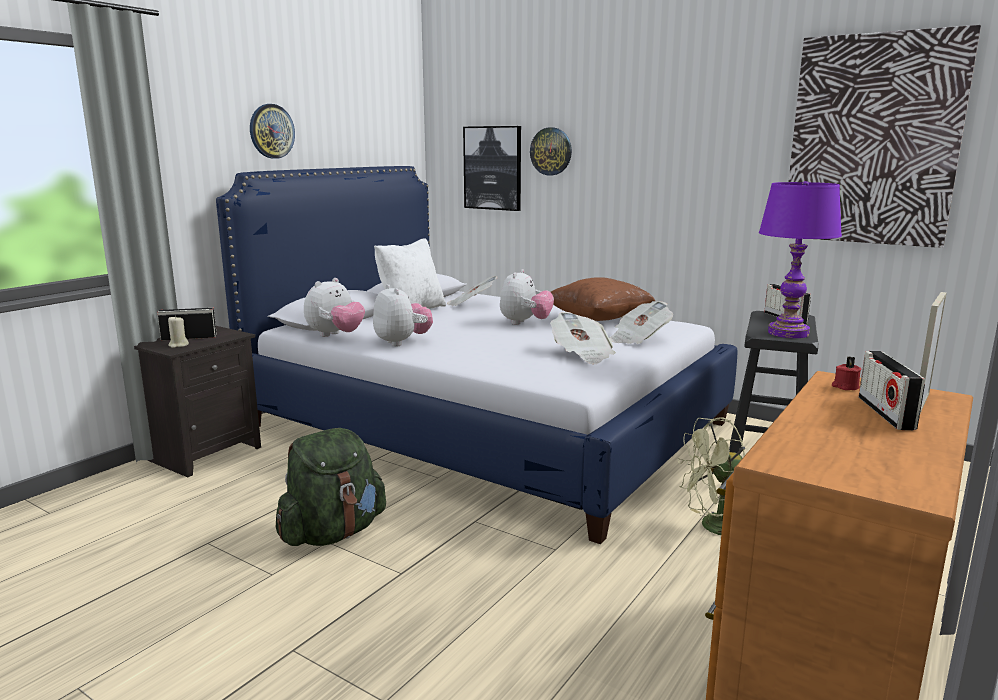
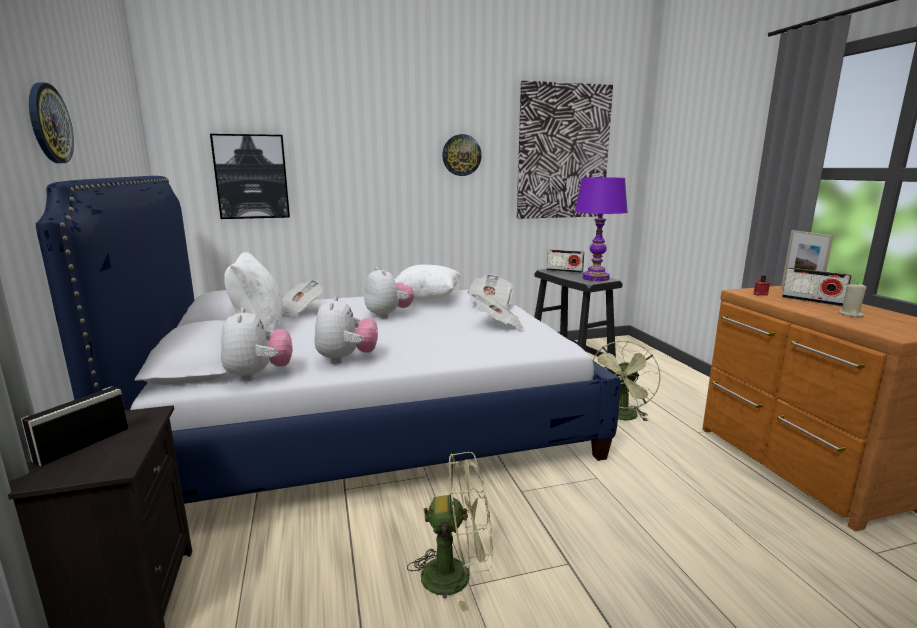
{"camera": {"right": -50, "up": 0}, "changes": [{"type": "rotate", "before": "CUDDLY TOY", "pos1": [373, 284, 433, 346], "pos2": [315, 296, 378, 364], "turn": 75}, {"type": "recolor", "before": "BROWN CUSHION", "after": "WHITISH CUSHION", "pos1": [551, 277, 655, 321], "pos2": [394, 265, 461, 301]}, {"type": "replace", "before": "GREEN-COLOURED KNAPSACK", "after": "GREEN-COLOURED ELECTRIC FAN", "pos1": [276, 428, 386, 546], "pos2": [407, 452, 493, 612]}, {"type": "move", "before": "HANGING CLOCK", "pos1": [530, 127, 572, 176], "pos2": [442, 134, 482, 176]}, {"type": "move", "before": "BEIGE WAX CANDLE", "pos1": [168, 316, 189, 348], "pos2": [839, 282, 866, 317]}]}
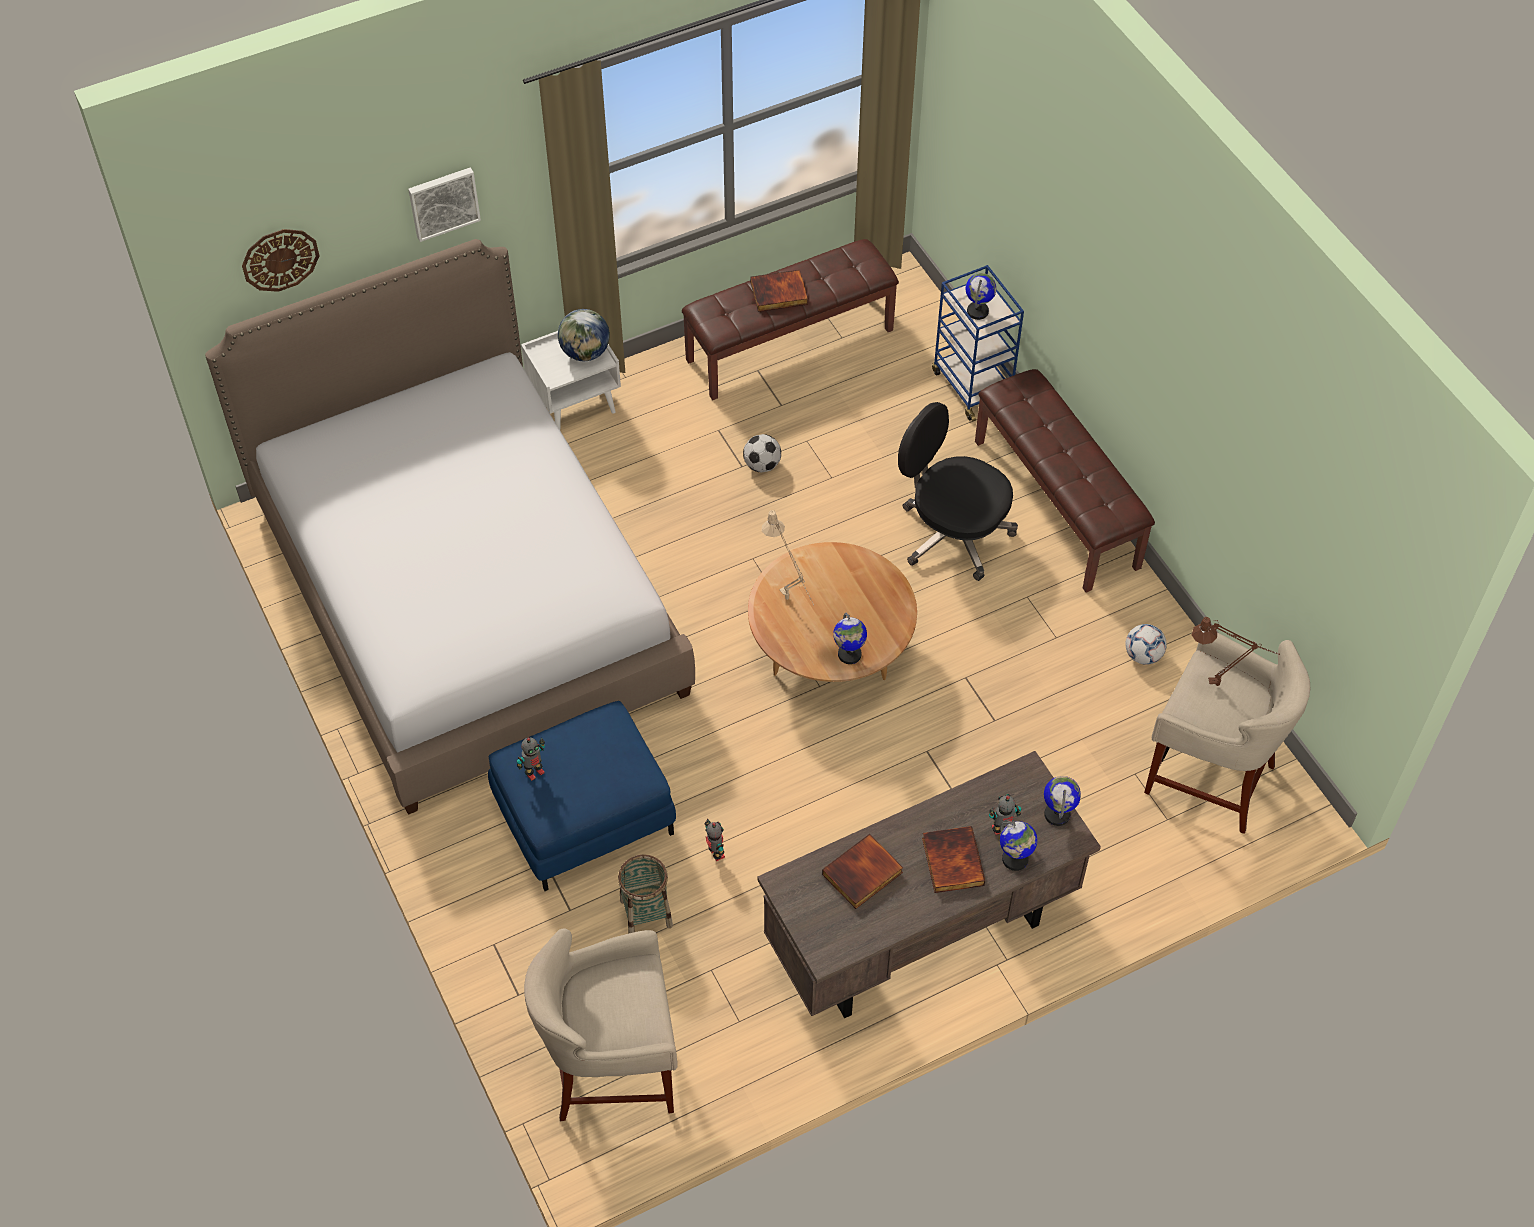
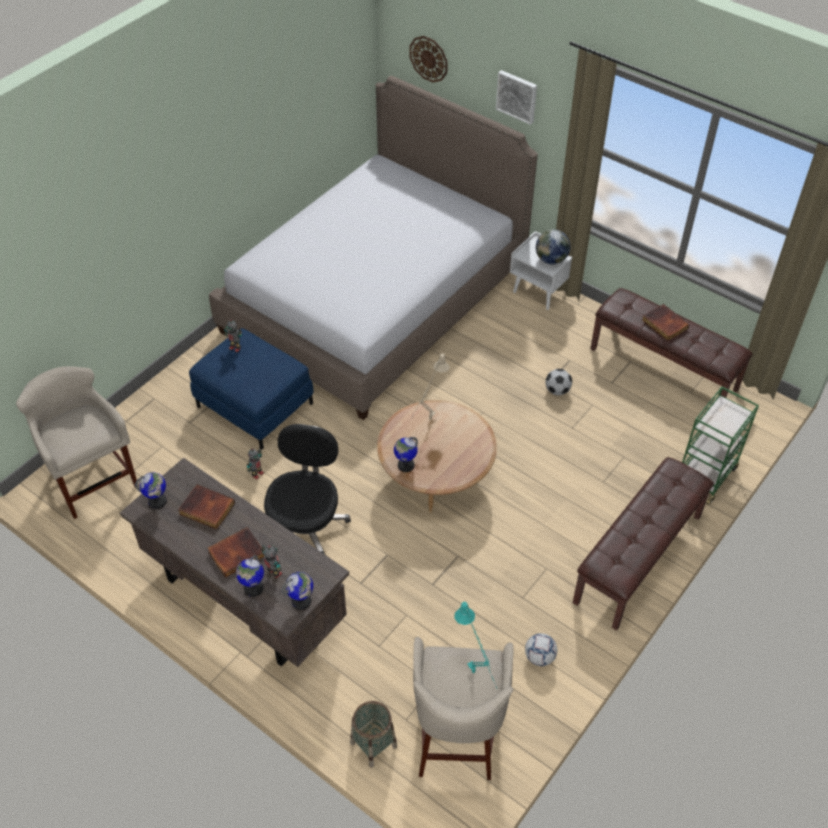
{"camera": {"right": 65, "up": -5}, "changes": [{"type": "move", "before": "GLOBE", "pos1": [966, 273, 997, 320], "pos2": [135, 472, 167, 509]}, {"type": "move", "before": "BLACK-COLOURED OFFICE CHAIR", "pos1": [898, 402, 1018, 581], "pos2": [264, 424, 351, 554]}, {"type": "move", "before": "HOUSEHOLD BASKET", "pos1": [618, 855, 673, 934], "pos2": [350, 701, 397, 768]}, {"type": "recolor", "before": "BROWN TABLETOP LAMP", "after": "TURQUOISE TABLETOP LAMP", "pos1": [1192, 617, 1280, 686], "pos2": [454, 602, 498, 689]}, {"type": "recolor", "before": "BLUISH WHEELED CART", "after": "GREEN-COLOURED WHEELED CART", "pos1": [932, 265, 1024, 422], "pos2": [682, 386, 759, 505]}]}
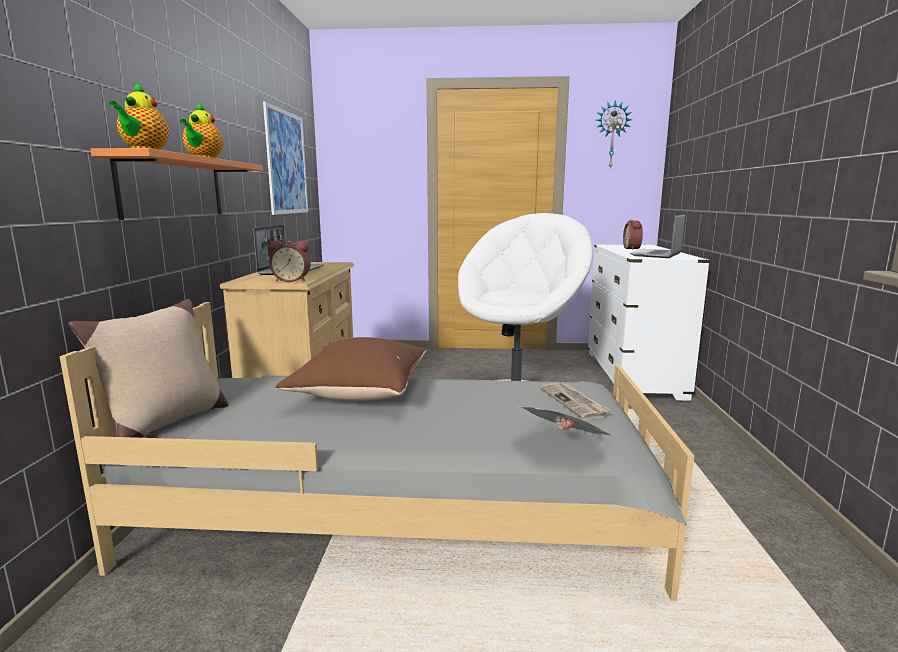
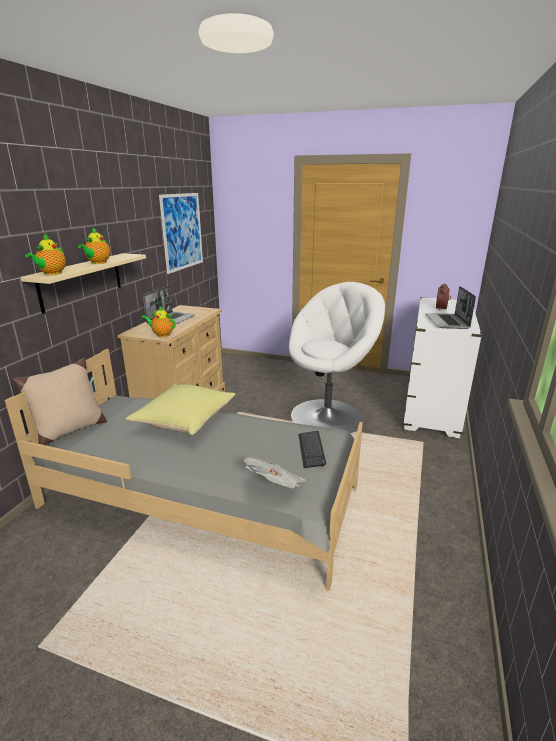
{"camera": {"right": 15, "up": 10}, "changes": [{"type": "recolor", "before": "ORANGEY BRACKET SHELF", "after": "BEIGE BRACKET SHELF", "pos1": [90, 148, 263, 220], "pos2": [21, 253, 146, 313]}, {"type": "recolor", "before": "BROWN CUSHION", "after": "YELLOWISH CUSHION", "pos1": [276, 337, 427, 401], "pos2": [126, 384, 235, 435]}, {"type": "replace", "before": "ALARM CLOCK", "after": "POT FOR TEA", "pos1": [269, 241, 311, 282], "pos2": [141, 305, 176, 337]}, {"type": "replace", "before": "NEWSPAPER", "after": "COMPUTER KEYBOARD", "pos1": [540, 383, 610, 420], "pos2": [298, 431, 326, 468]}, {"type": "rotate", "before": "NOTEBOOK COMPUTER", "pos1": [630, 214, 685, 258], "pos2": [426, 286, 476, 329], "turn": -45}, {"type": "delete", "before": "HANGING CLOCK", "pos1": [597, 100, 632, 170]}]}
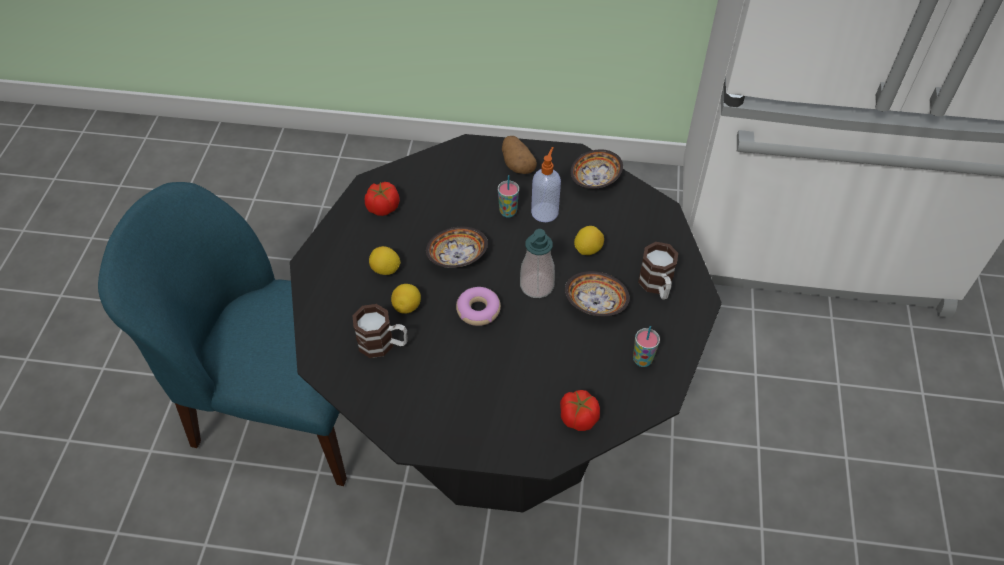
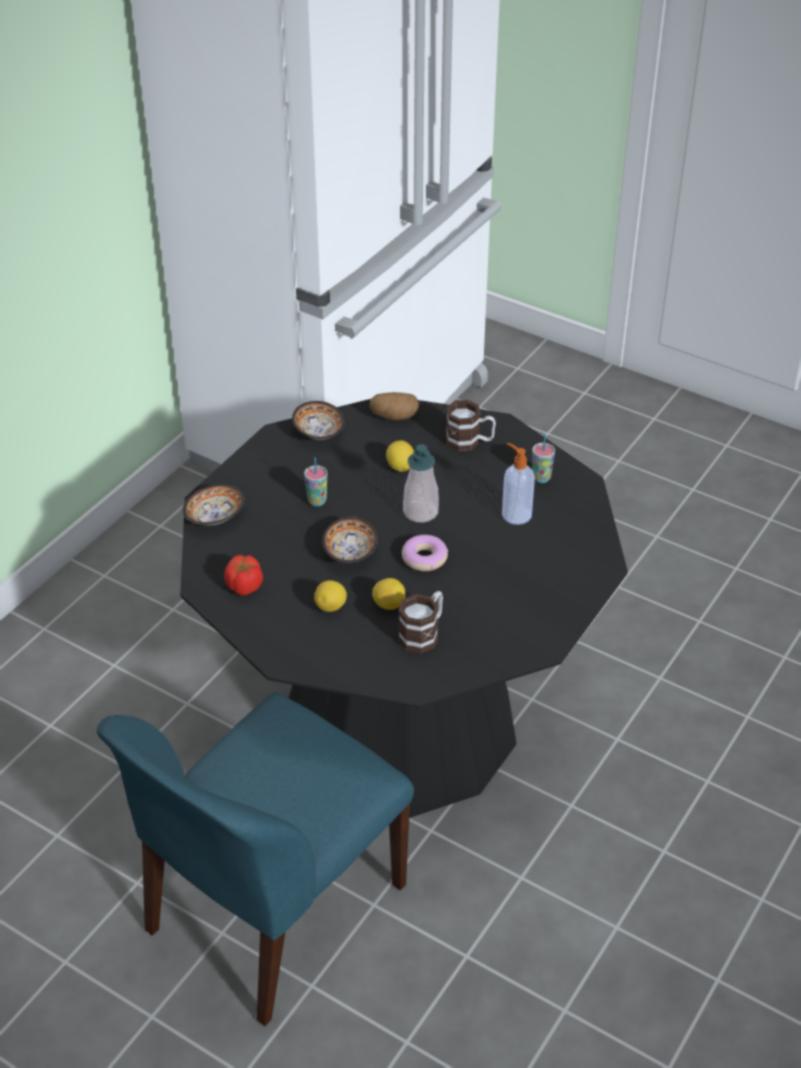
{"camera": {"right": -65, "up": -10}, "changes": [{"type": "move", "before": "BOWL", "pos1": [565, 271, 630, 316], "pos2": [183, 484, 245, 525]}, {"type": "move", "before": "WHOLE POTATO", "pos1": [502, 136, 537, 174], "pos2": [370, 392, 419, 420]}, {"type": "move", "before": "LIQUID SOAP BOTTLE", "pos1": [531, 147, 561, 222], "pos2": [502, 443, 535, 525]}, {"type": "delete", "before": "TOMATO", "pos1": [560, 390, 600, 431]}]}
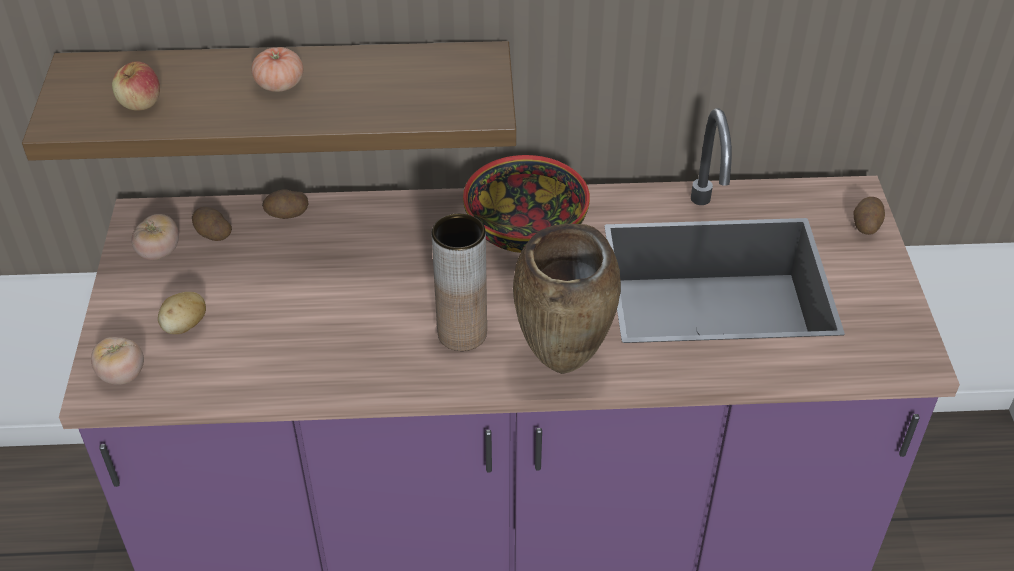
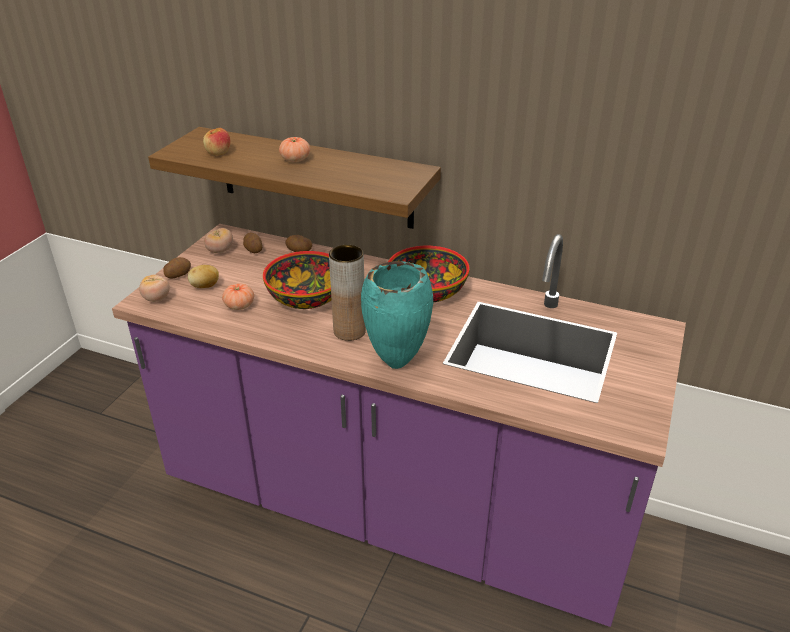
{"camera": {"right": 25, "up": -10}, "changes": [{"type": "move", "before": "WHOLE POTATO", "pos1": [853, 197, 885, 235], "pos2": [163, 257, 191, 279]}, {"type": "insert", "after": "TOMATO", "pos2": [222, 283, 254, 310]}, {"type": "insert", "after": "BOWL", "pos2": [263, 251, 331, 309]}, {"type": "recolor", "before": "BROWN VASE", "after": "TURQUOISE VASE", "pos1": [513, 224, 621, 374], "pos2": [361, 261, 433, 369]}]}
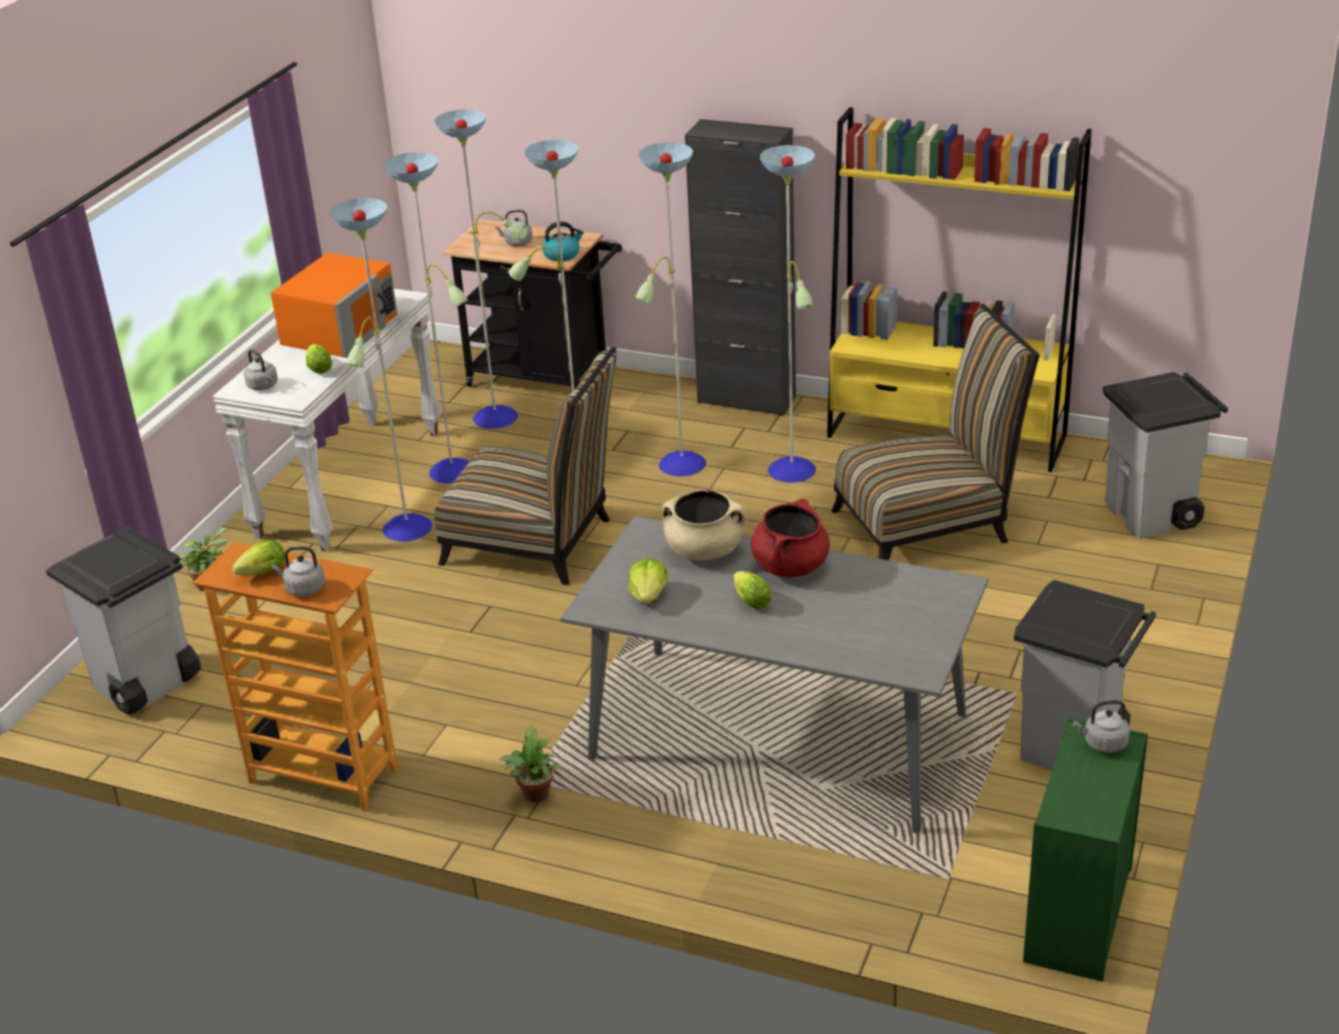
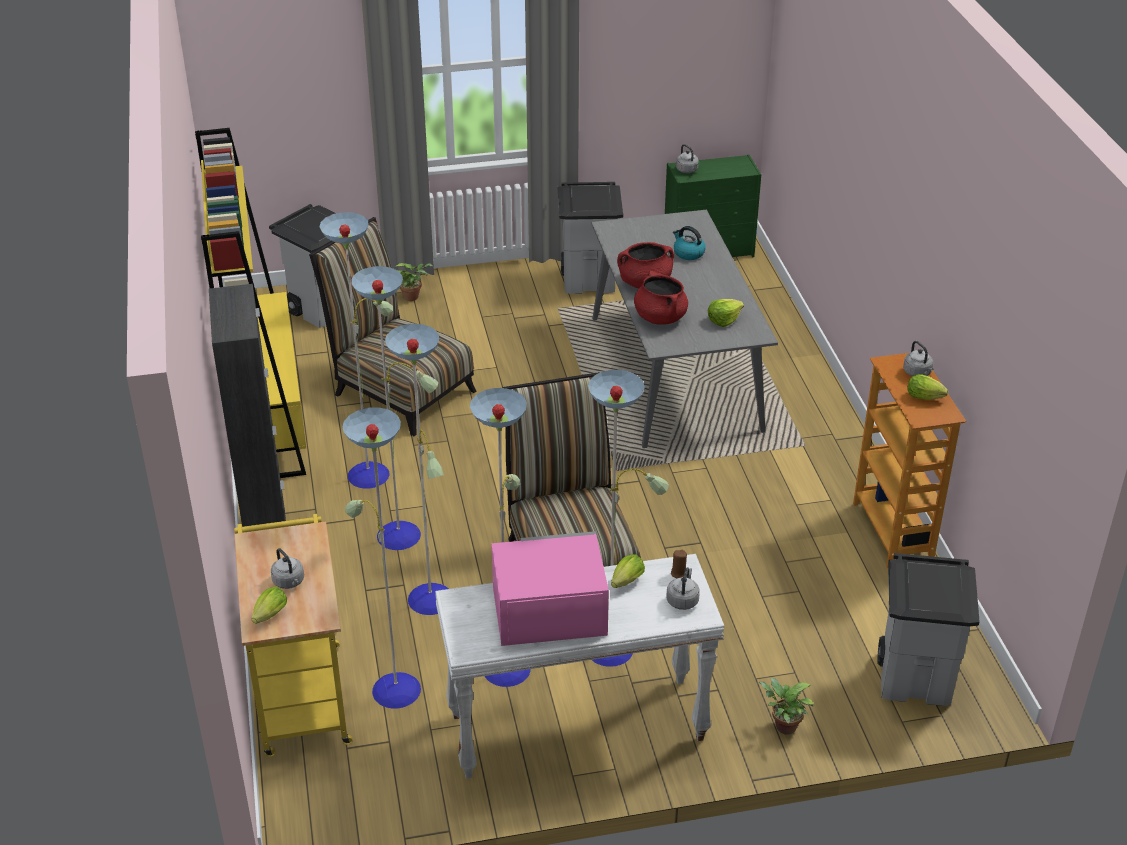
{"camera": {"right": -125, "up": 5}, "changes": [{"type": "recolor", "before": "BLACK-COLOURED WHEELED CART", "after": "YELLOWISH WHEELED CART", "pos1": [442, 219, 622, 390], "pos2": [234, 514, 353, 757]}, {"type": "move", "before": "LETTUCE HEAD", "pos1": [733, 571, 772, 609], "pos2": [252, 587, 287, 624]}, {"type": "move", "before": "HOUSEPLANT", "pos1": [500, 725, 563, 802], "pos2": [395, 263, 433, 301]}, {"type": "recolor", "before": "ORANGEY MICROWAVE", "after": "PINK-COLOURED MICROWAVE", "pos1": [271, 252, 397, 358], "pos2": [491, 531, 609, 646]}, {"type": "recolor", "before": "BEIGE STOCKPOT", "after": "RED-COLOURED STOCKPOT", "pos1": [661, 489, 746, 561], "pos2": [634, 271, 688, 325]}, {"type": "insert", "after": "BROWN WAX CANDLE", "pos2": [671, 550, 687, 578]}, {"type": "move", "before": "KETTLE", "pos1": [542, 221, 584, 261], "pos2": [673, 226, 706, 260]}]}
